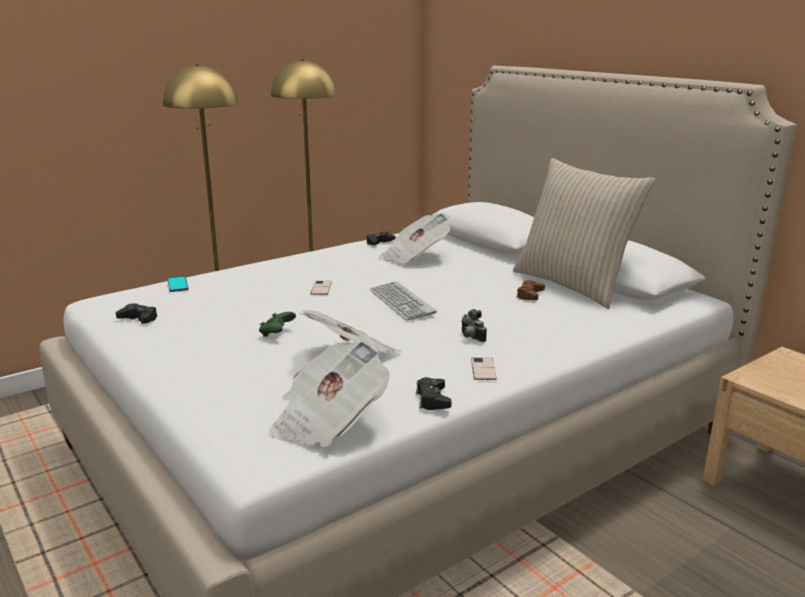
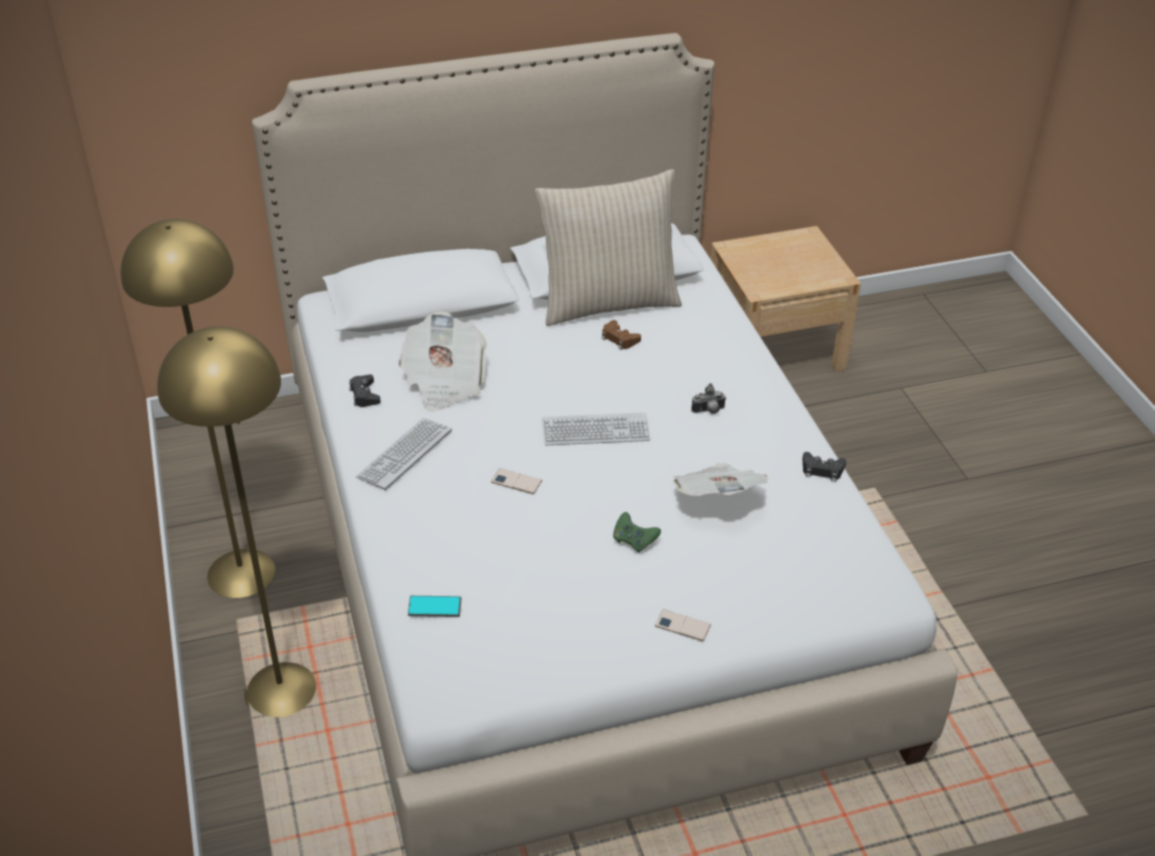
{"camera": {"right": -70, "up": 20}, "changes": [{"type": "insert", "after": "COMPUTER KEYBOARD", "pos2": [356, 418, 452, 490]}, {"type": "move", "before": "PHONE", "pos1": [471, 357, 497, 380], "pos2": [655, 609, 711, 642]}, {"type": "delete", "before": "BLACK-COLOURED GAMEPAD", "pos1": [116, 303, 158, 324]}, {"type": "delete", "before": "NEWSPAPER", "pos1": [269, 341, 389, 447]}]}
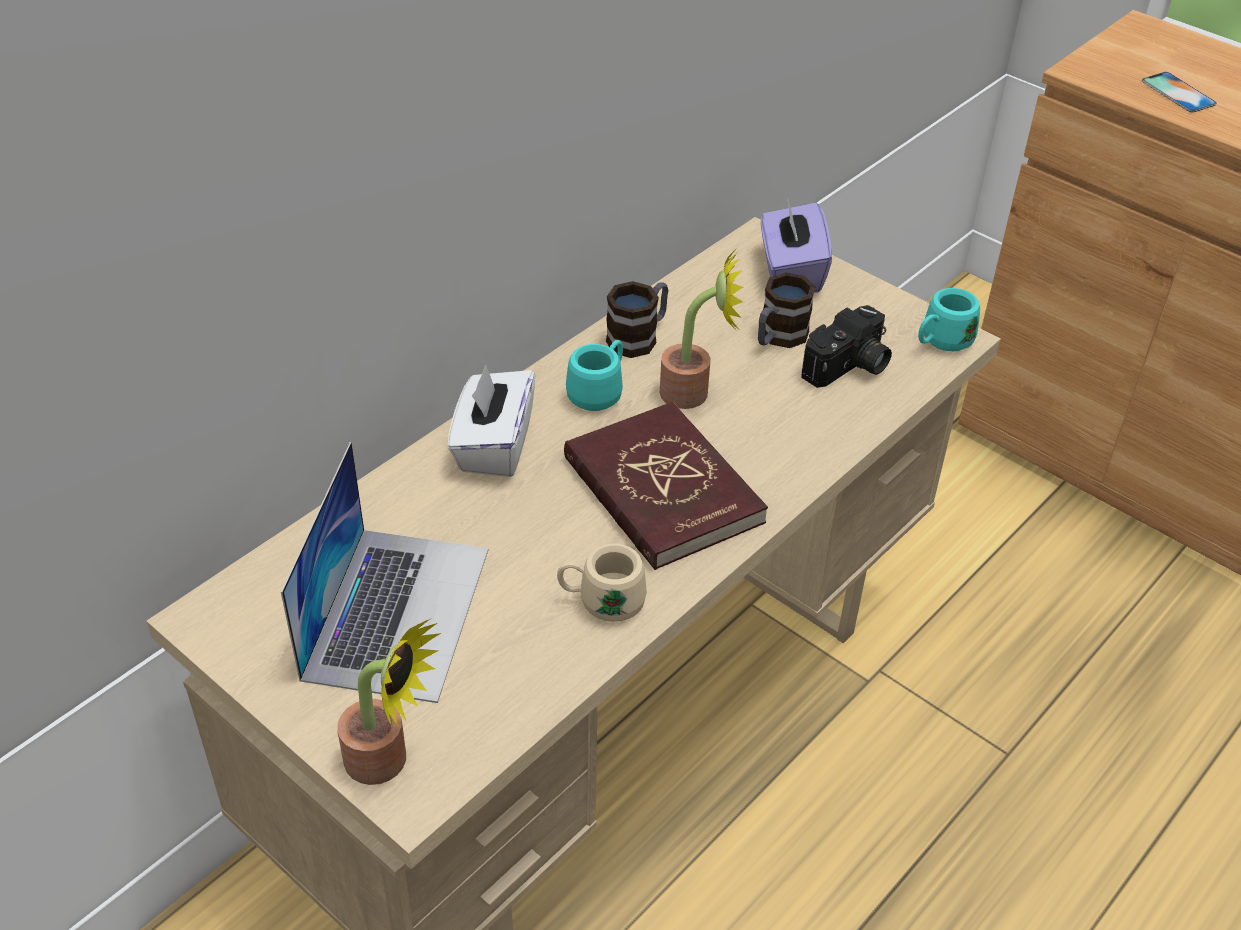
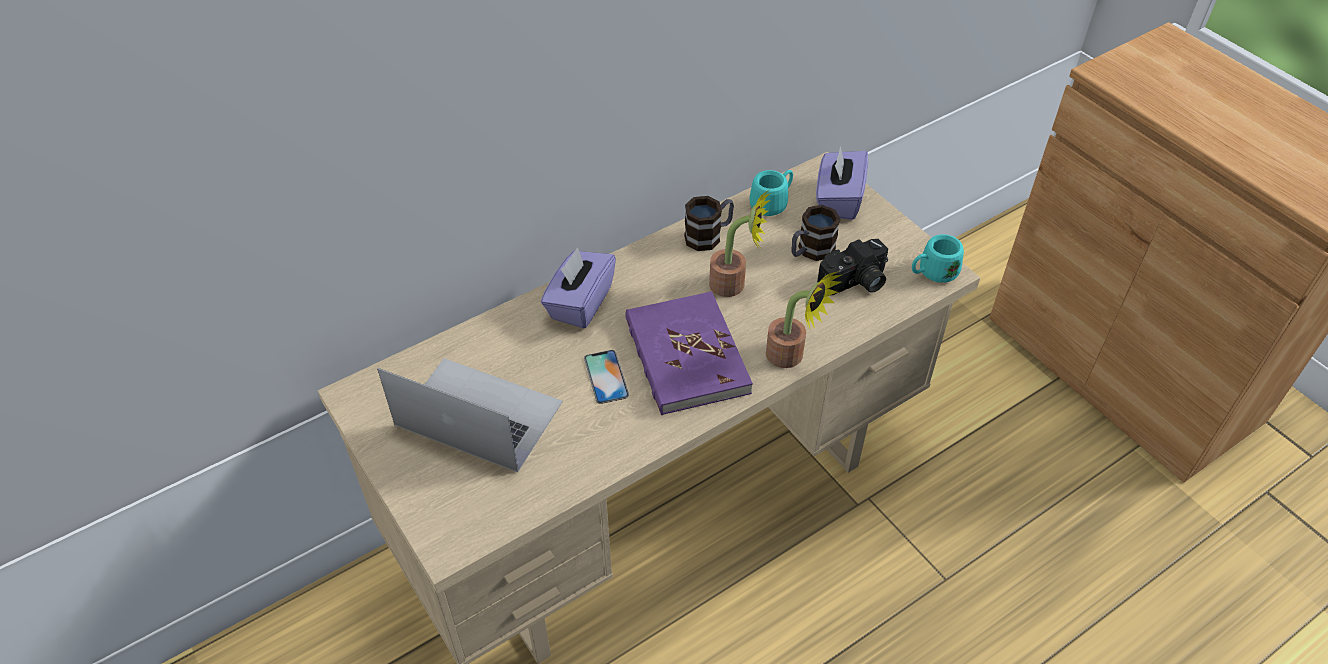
{"camera": {"right": 15, "up": 5}, "changes": [{"type": "rotate", "before": "NOTEBOOK COMPUTER", "pos1": [281, 442, 489, 703], "pos2": [377, 358, 563, 472], "turn": -90}, {"type": "recolor", "before": "WHITISH BOX OF TISSUES", "after": "PURPLE-COLOURED BOX OF TISSUES", "pos1": [448, 364, 535, 477], "pos2": [541, 247, 616, 328]}, {"type": "move", "before": "PHONE", "pos1": [1142, 72, 1217, 112], "pos2": [584, 350, 629, 404]}, {"type": "recolor", "before": "RED-COLOURED BOOK", "after": "PURPLE-COLOURED BOOK", "pos1": [564, 402, 768, 570], "pos2": [625, 291, 753, 415]}, {"type": "move", "before": "TURQUOISE MUG", "pos1": [566, 340, 623, 411], "pos2": [749, 170, 793, 216]}, {"type": "move", "before": "HOUSEPLANT", "pos1": [337, 619, 441, 785], "pos2": [766, 271, 842, 368]}, {"type": "delete", "before": "BEIGE MUG", "pos1": [557, 544, 647, 622]}]}
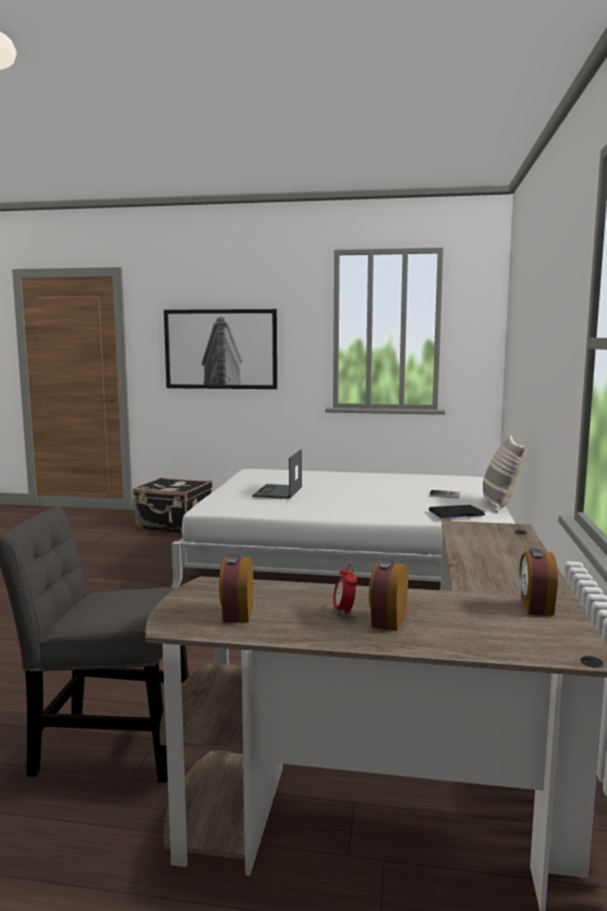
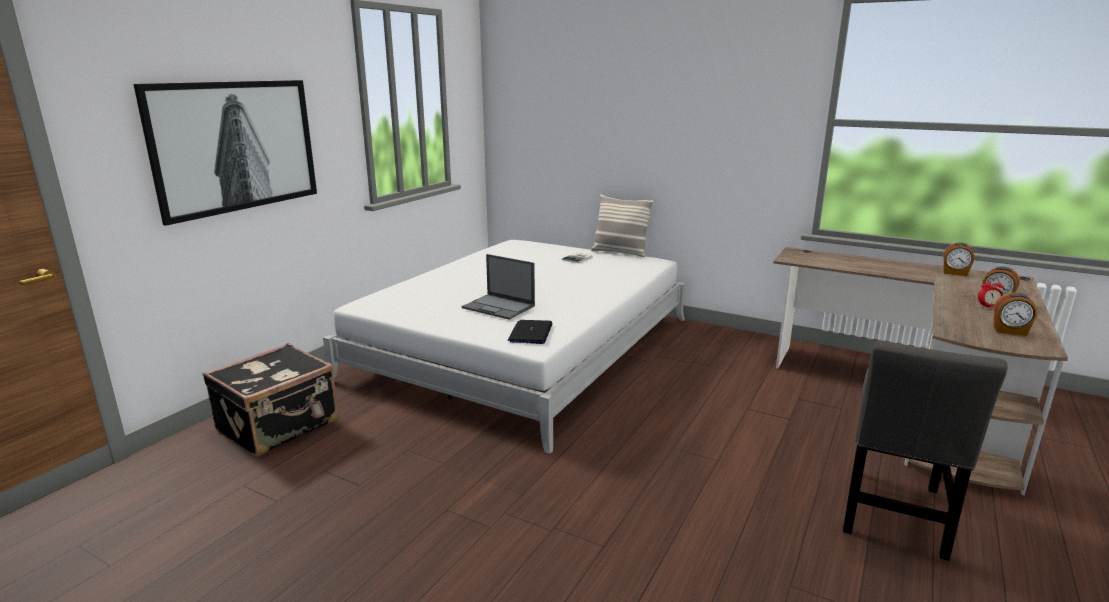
{"camera": {"right": -70, "up": 10}, "changes": [{"type": "move", "before": "NOTEBOOK COMPUTER", "pos1": [429, 505, 485, 518], "pos2": [508, 320, 552, 344]}]}
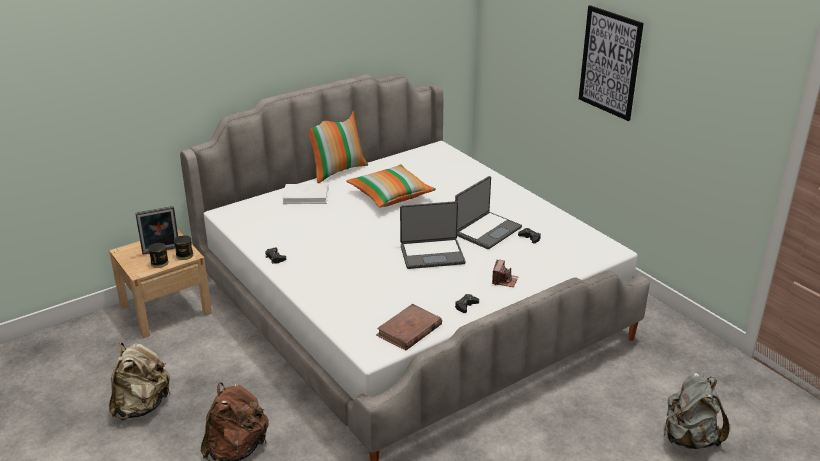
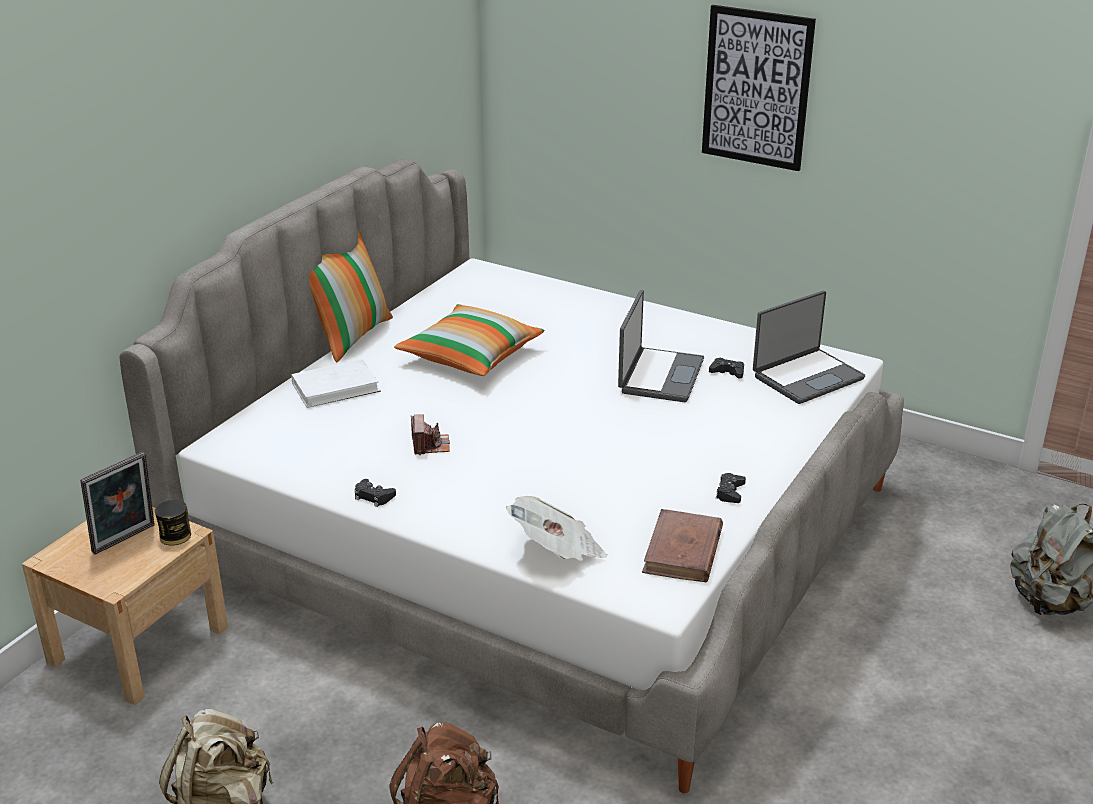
{"camera": {"right": -25, "up": 0}, "changes": [{"type": "move", "before": "STILL CAMERA", "pos1": [492, 260, 518, 287], "pos2": [411, 414, 450, 455]}, {"type": "insert", "after": "NEWSPAPER", "pos2": [506, 496, 608, 561]}, {"type": "move", "before": "NOTEBOOK COMPUTER", "pos1": [400, 201, 466, 269], "pos2": [753, 291, 865, 404]}, {"type": "delete", "before": "METAL CAN", "pos1": [148, 243, 168, 268]}]}
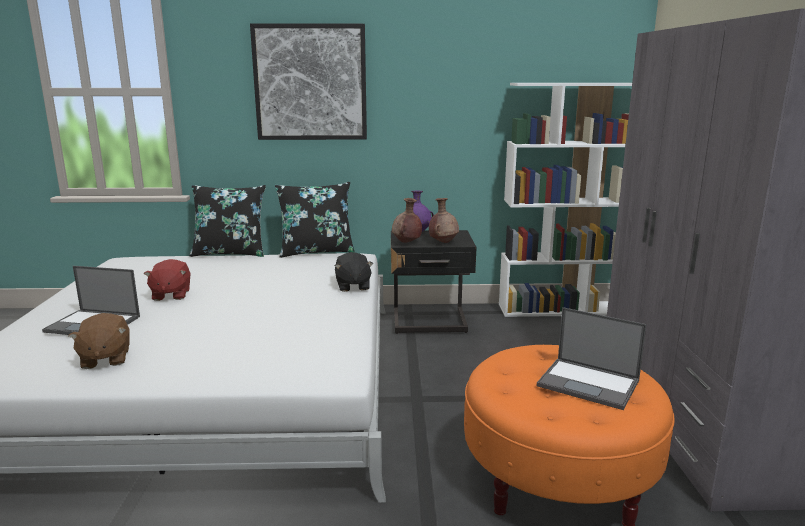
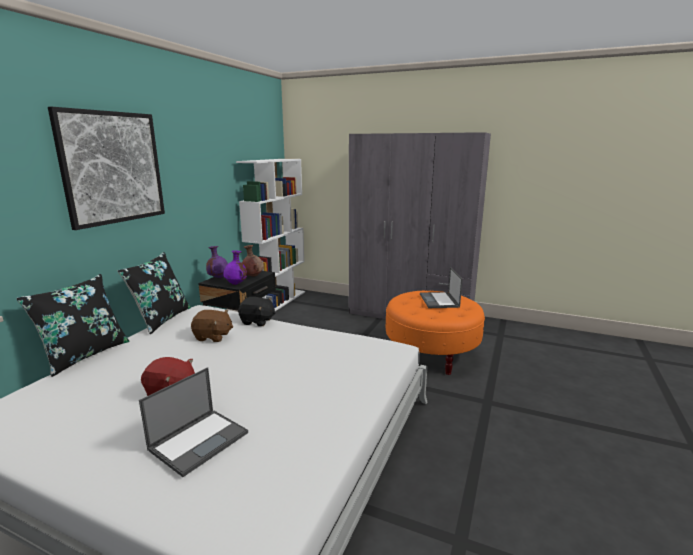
{"camera": {"right": -65, "up": 0}, "changes": [{"type": "move", "before": "BROWN CUDDLY TOY", "pos1": [69, 313, 129, 369], "pos2": [191, 310, 233, 342]}, {"type": "recolor", "before": "BROWN VASE", "after": "PURPLE-COLOURED VASE", "pos1": [392, 198, 422, 243], "pos2": [223, 250, 247, 285]}, {"type": "rotate", "before": "NOTEBOOK COMPUTER", "pos1": [537, 307, 647, 410], "pos2": [420, 267, 462, 308], "turn": 120}]}
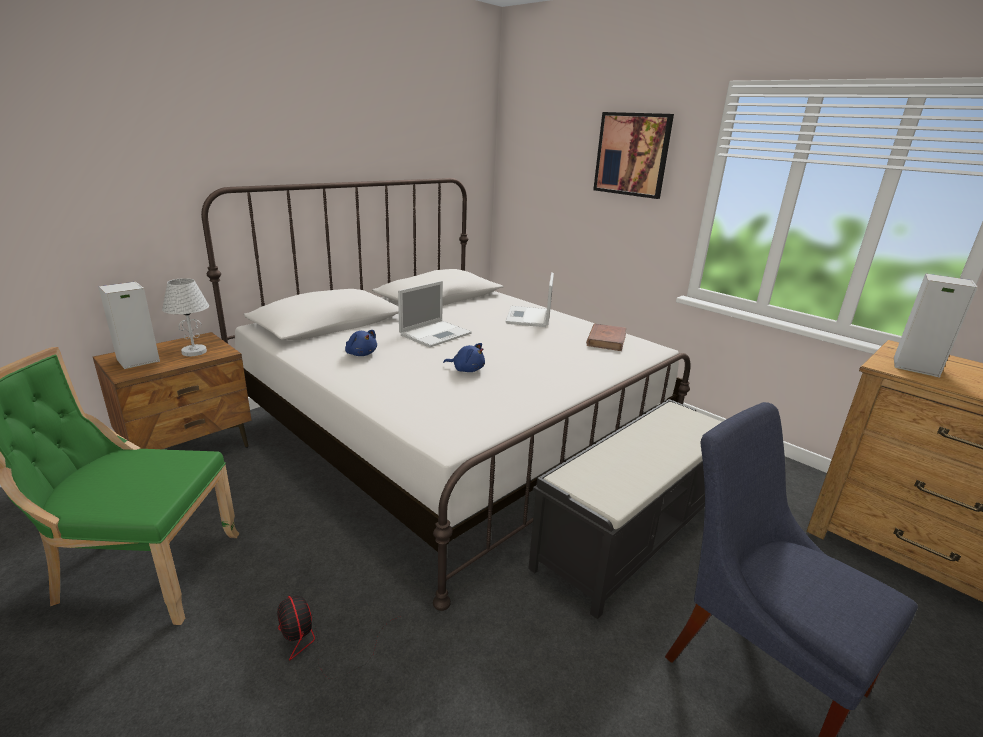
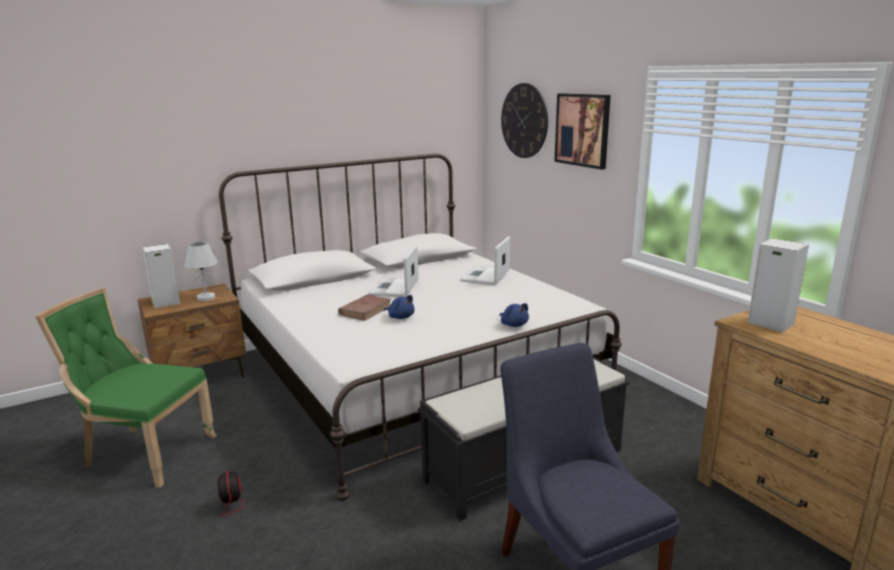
{"camera": {"right": 15, "up": -5}, "changes": [{"type": "move", "before": "BROWN BOOK", "pos1": [586, 324, 626, 351], "pos2": [338, 294, 391, 321]}, {"type": "rotate", "before": "NOTEBOOK COMPUTER", "pos1": [398, 281, 472, 348], "pos2": [368, 245, 419, 297], "turn": 135}, {"type": "move", "before": "BLUISH CUDDLY TOY", "pos1": [345, 330, 377, 356], "pos2": [499, 303, 529, 327]}, {"type": "insert", "after": "HANGING CLOCK", "pos2": [501, 83, 548, 158]}]}
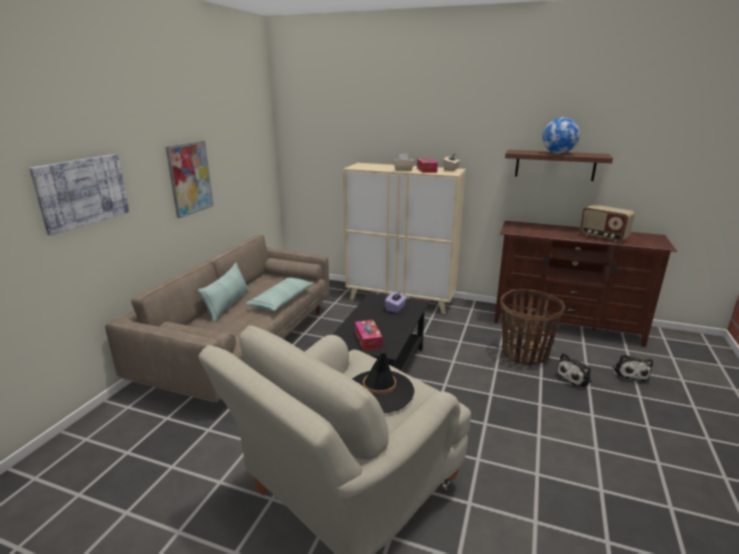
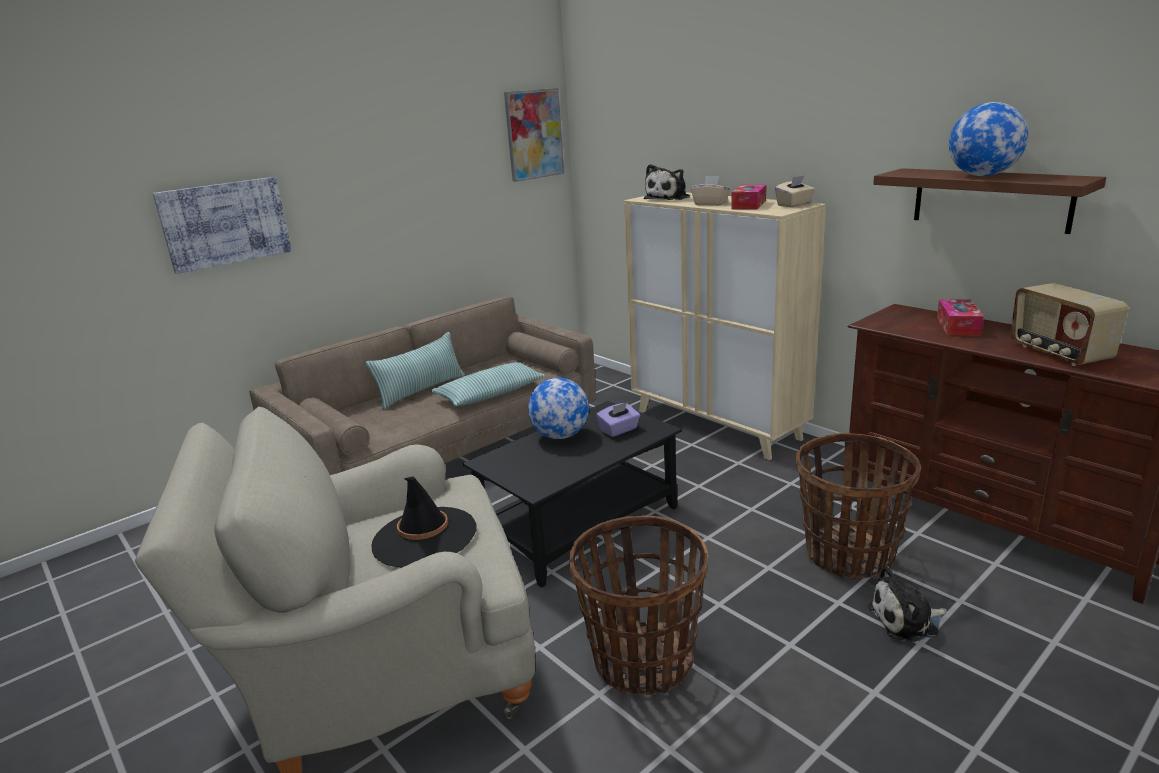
{"camera": {"right": 30, "up": 0}, "changes": [{"type": "move", "before": "WALL ART", "pos1": [166, 141, 213, 218], "pos2": [504, 88, 564, 182]}, {"type": "insert", "after": "GLOBE", "pos2": [528, 378, 589, 439]}, {"type": "insert", "after": "HOUSEHOLD BASKET", "pos2": [569, 515, 708, 695]}, {"type": "move", "before": "CUDDLY TOY", "pos1": [612, 354, 653, 382], "pos2": [644, 164, 690, 200]}, {"type": "move", "before": "BOX OF TISSUES", "pos1": [355, 320, 383, 351], "pos2": [937, 299, 984, 336]}]}
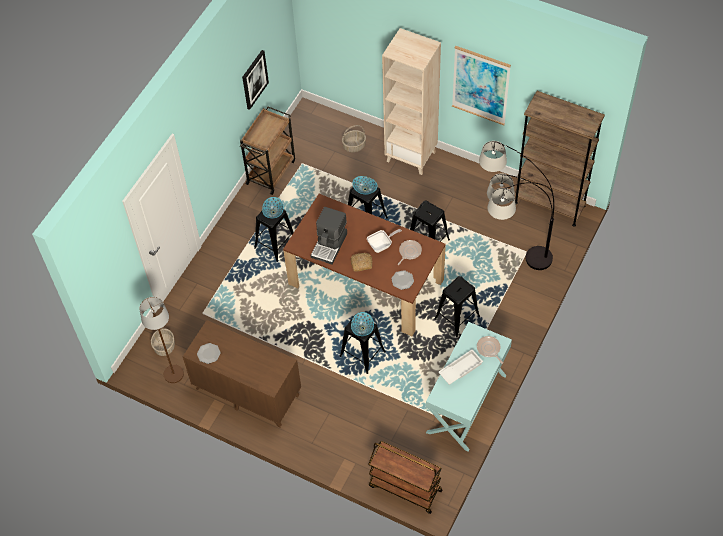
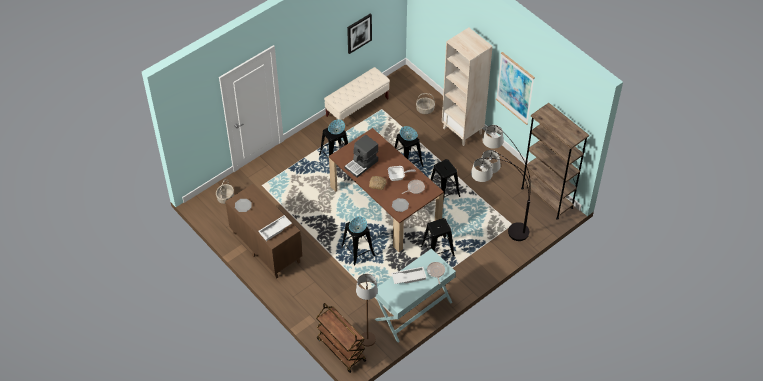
{"camera": {"right": 20, "up": -5}, "changes": [{"type": "insert", "after": "WHITISH CARRYING TRAY", "pos2": [259, 215, 292, 241]}, {"type": "replace", "before": "BROWN WHEELED CART", "after": "BEIGE BENCH", "pos1": [240, 106, 295, 195], "pos2": [324, 67, 390, 120]}, {"type": "move", "before": "BROWN FLOOR LAMP", "pos1": [139, 297, 184, 383], "pos2": [356, 274, 378, 347]}]}
